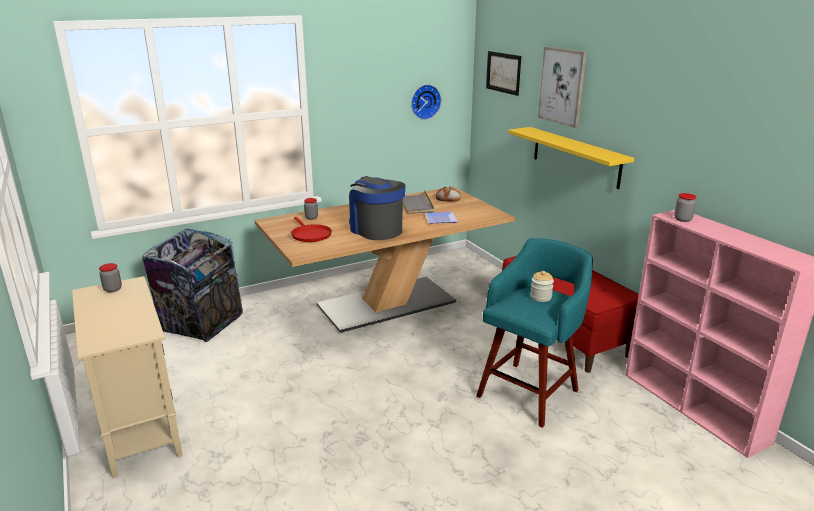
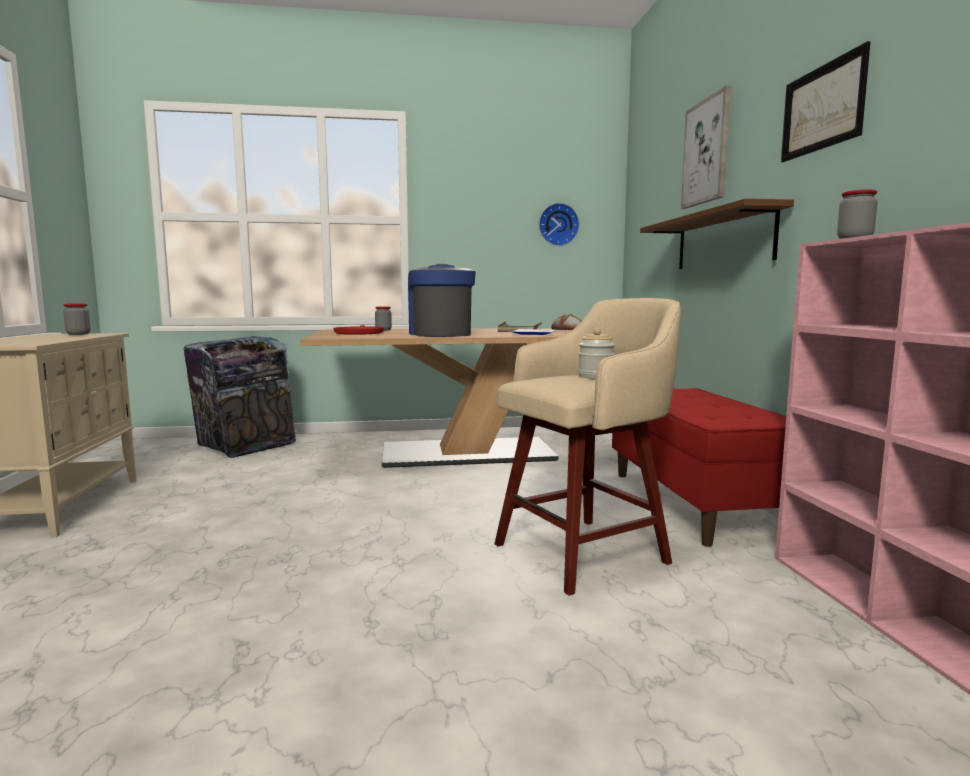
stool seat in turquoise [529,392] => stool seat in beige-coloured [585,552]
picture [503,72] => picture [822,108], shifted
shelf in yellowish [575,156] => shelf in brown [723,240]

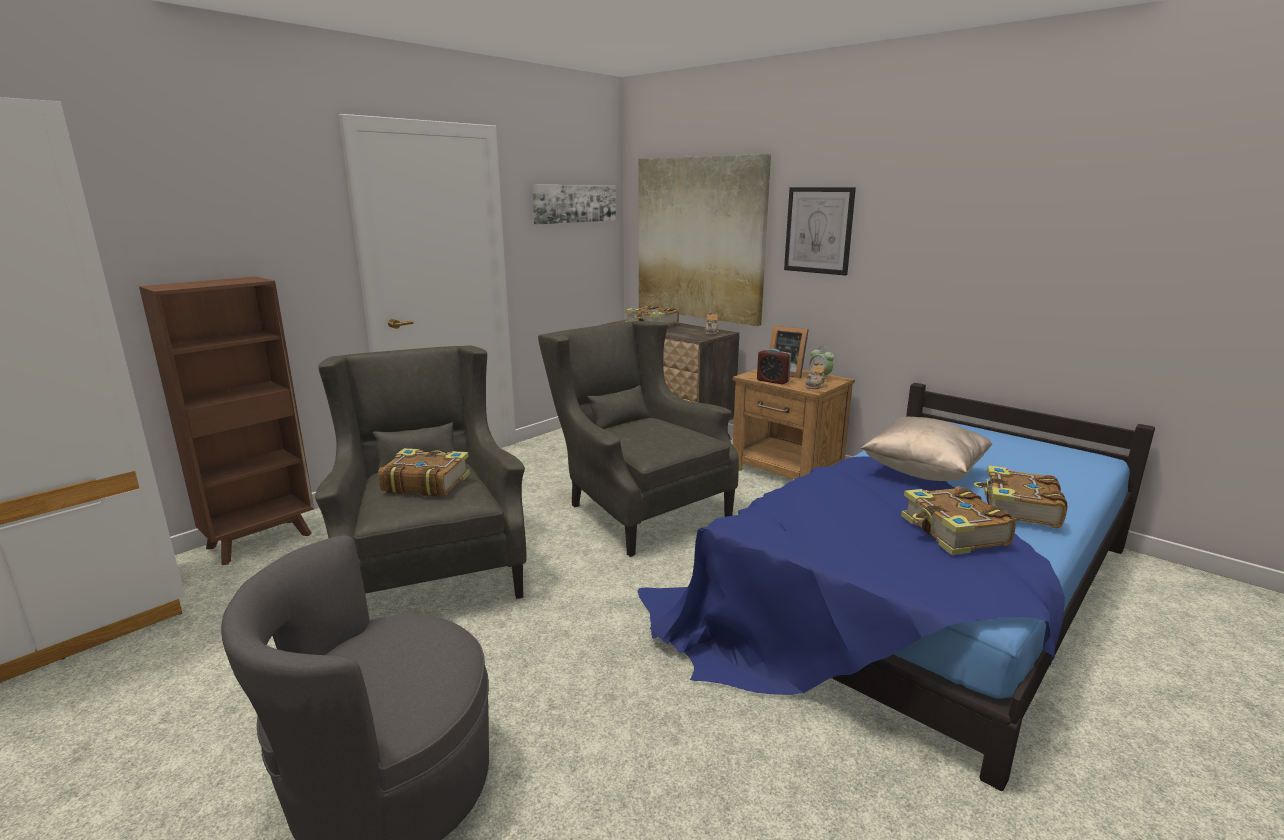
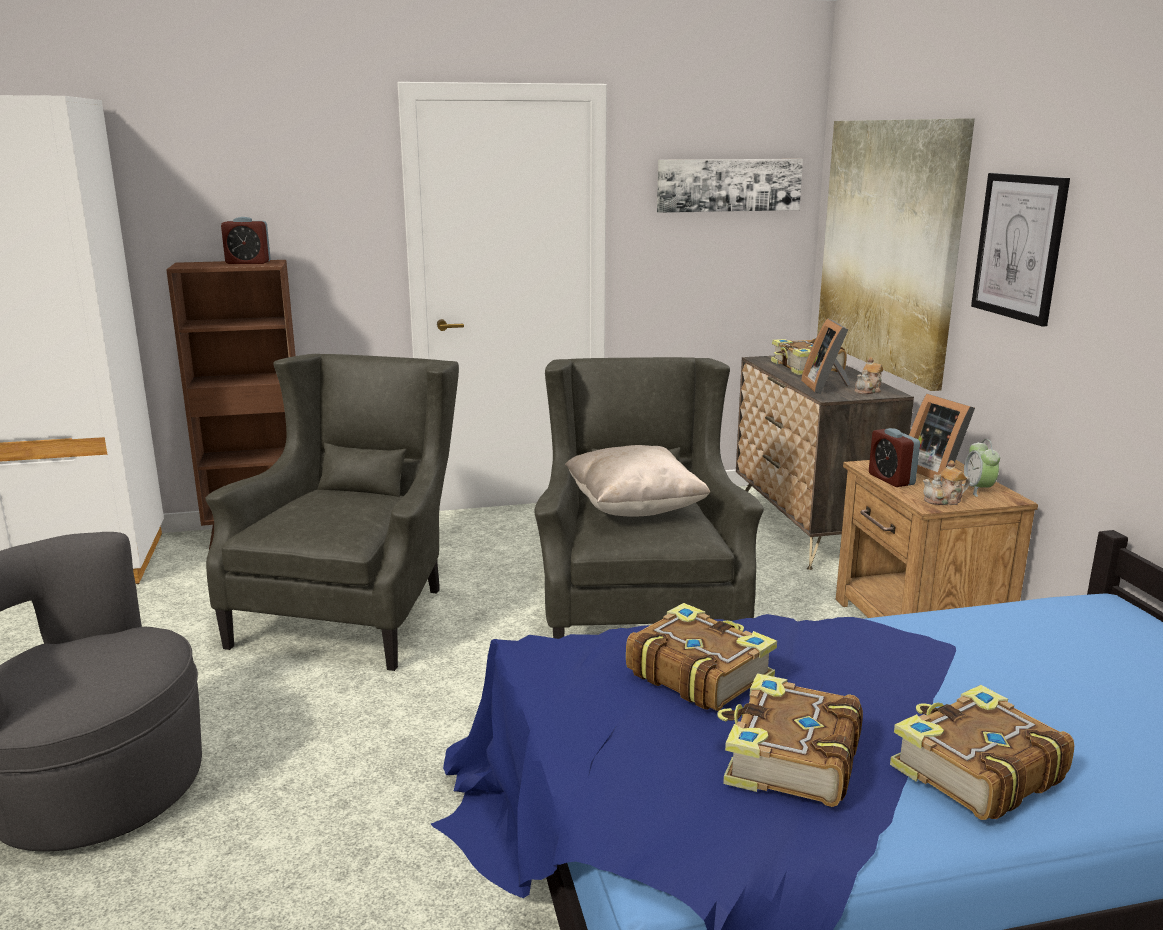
book [425,483] => book [698,674], shifted
pillow in beige-coloured [923,472] => pillow in beige-coloured [634,509], shifted
nothing => table clock [248,263]
nothing => photo frame [826,387]

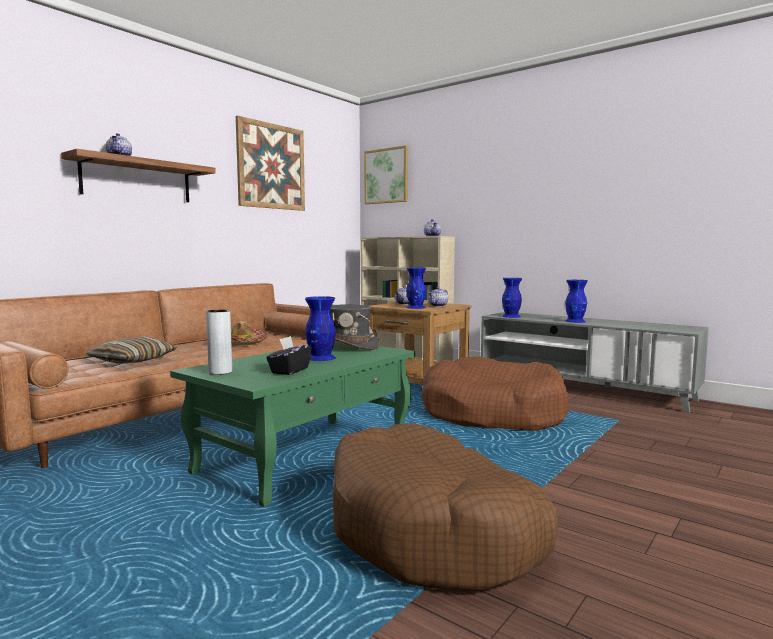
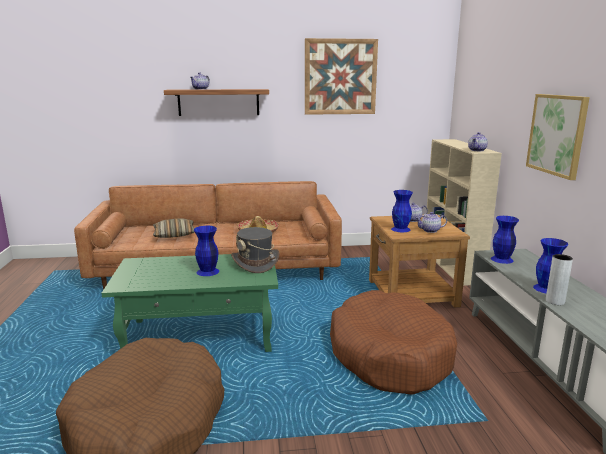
decorative vase in greyish [220,372] => decorative vase in greyish [555,301], shifted
tissue holder in black-coloured [289,371] => nothing
picture [386,176] => picture [557,134], shifted

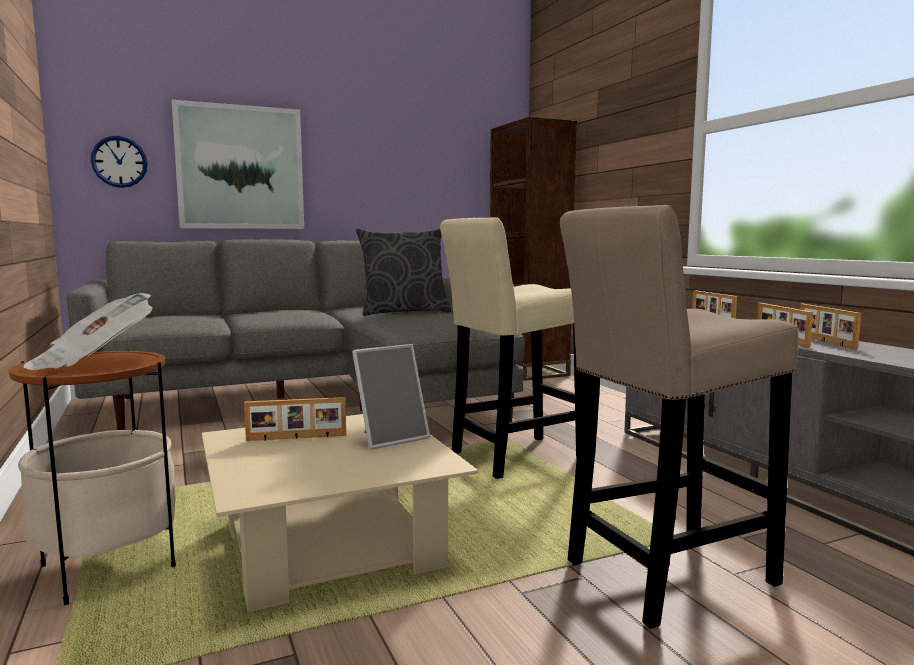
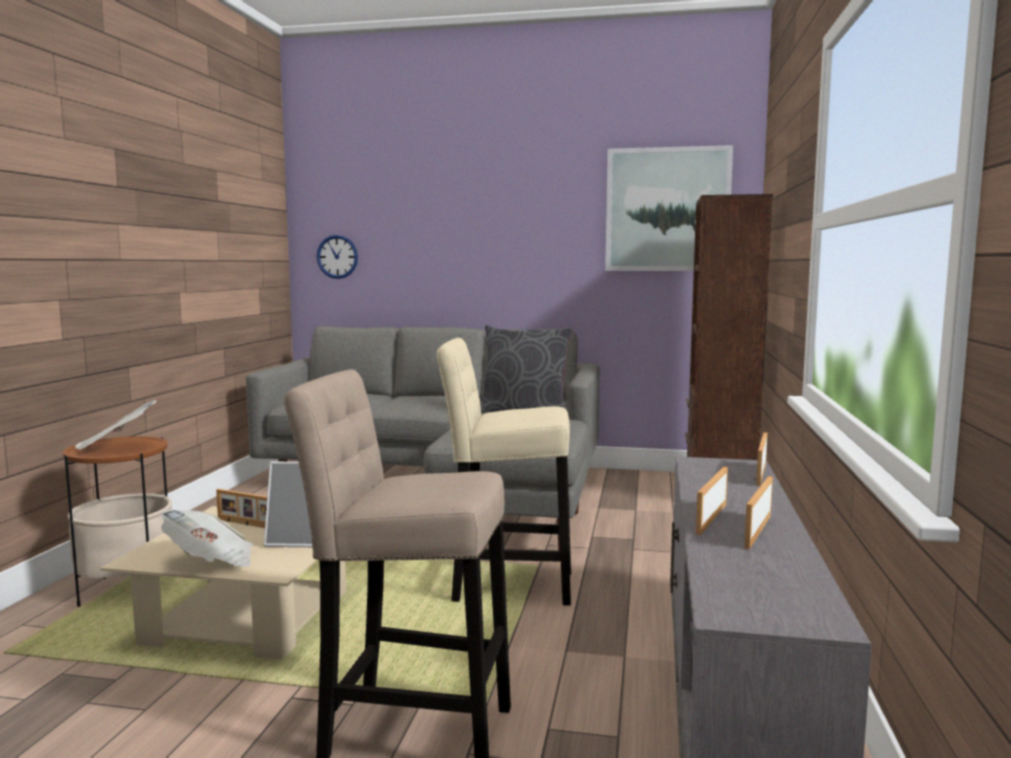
picture [240,168] => picture [667,210], shifted
nothing => newspaper [211,561]

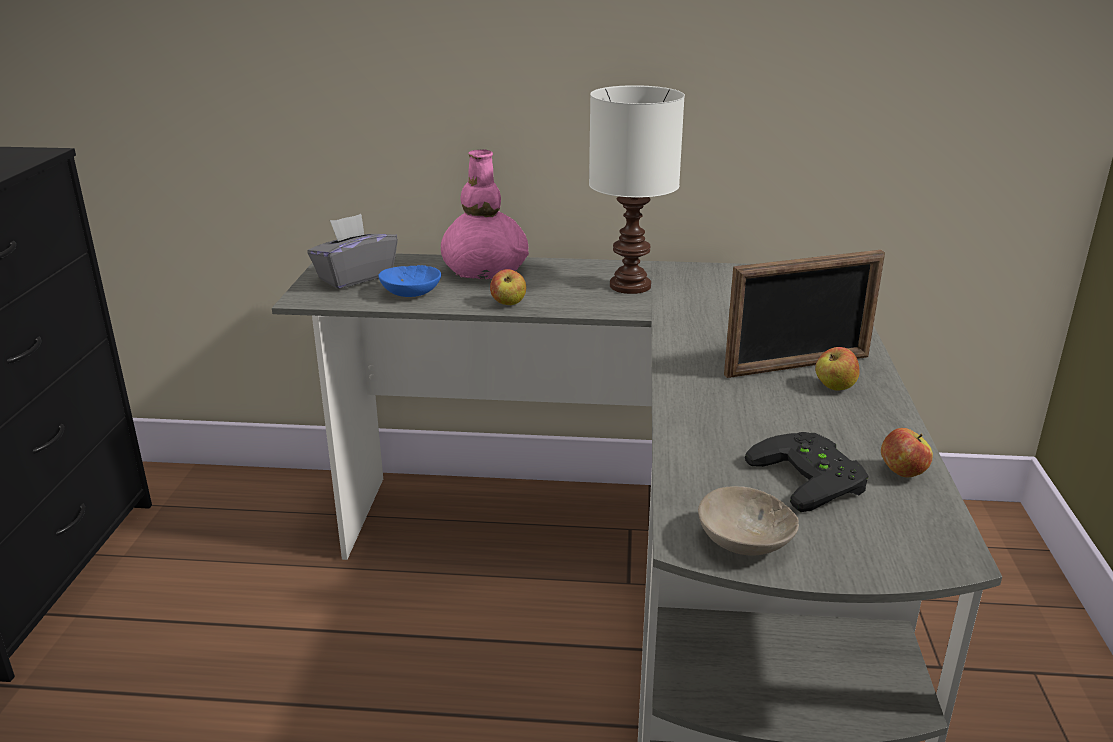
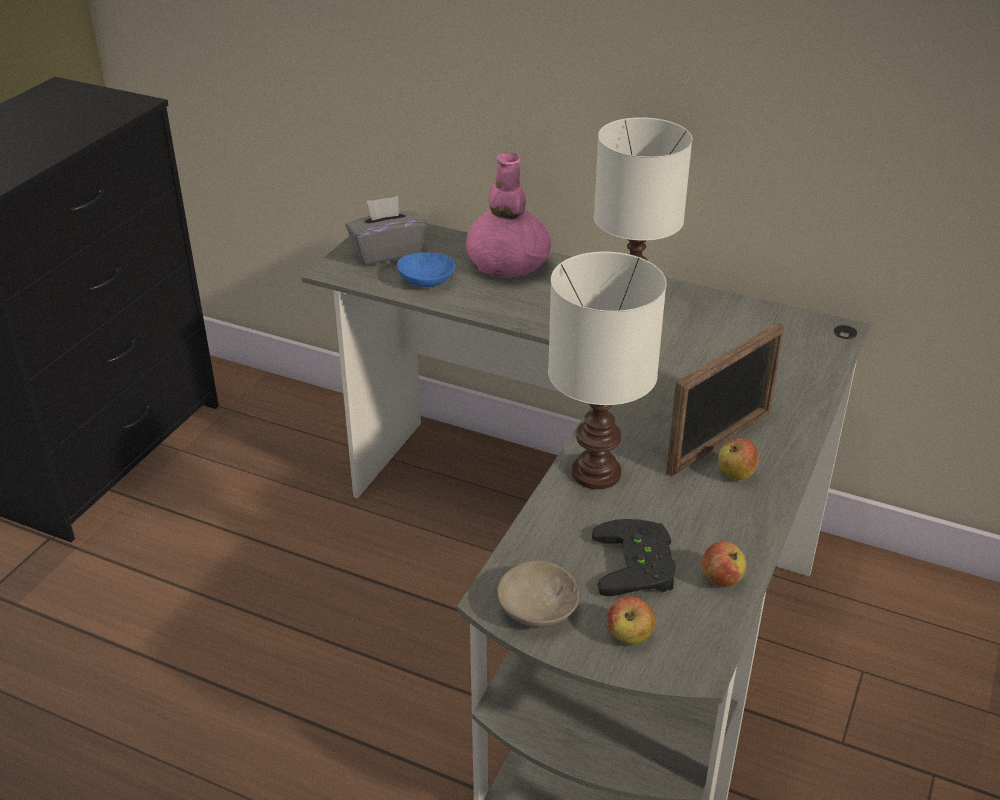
apple fruit [508,303] => apple fruit [629,636], shifted
photo frame [798,366] => photo frame [720,442], 45 degrees counterclockwise
nothing => tabletop lamp in whitish [595,472]

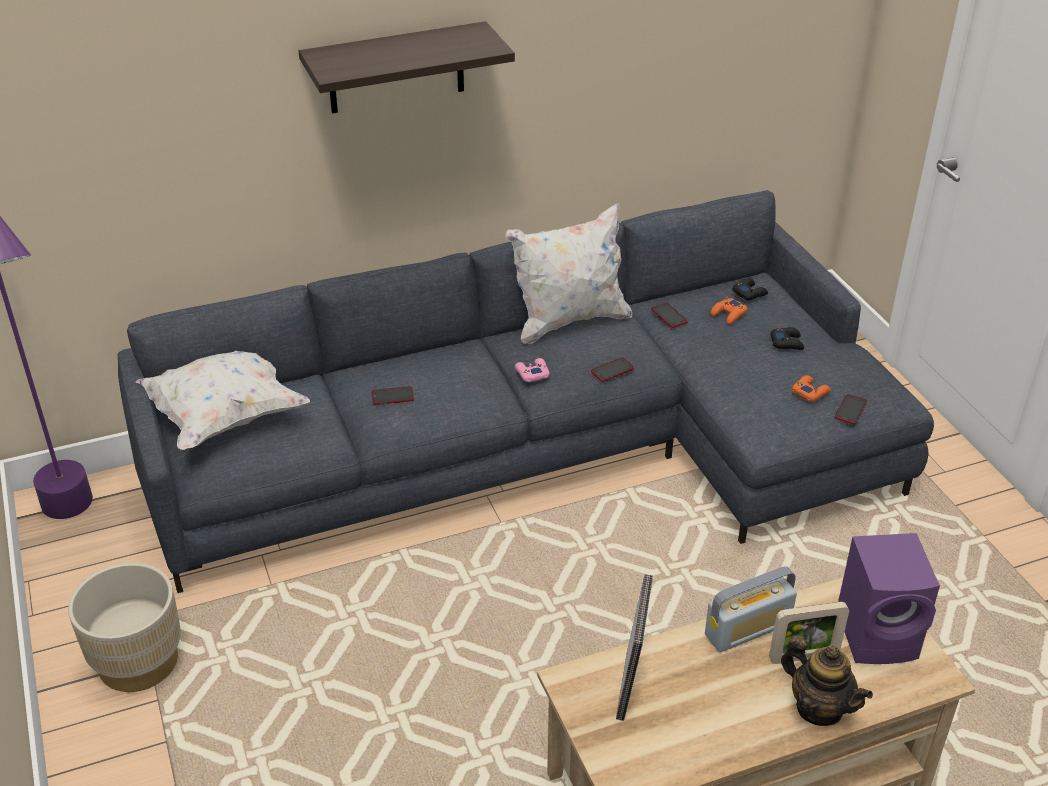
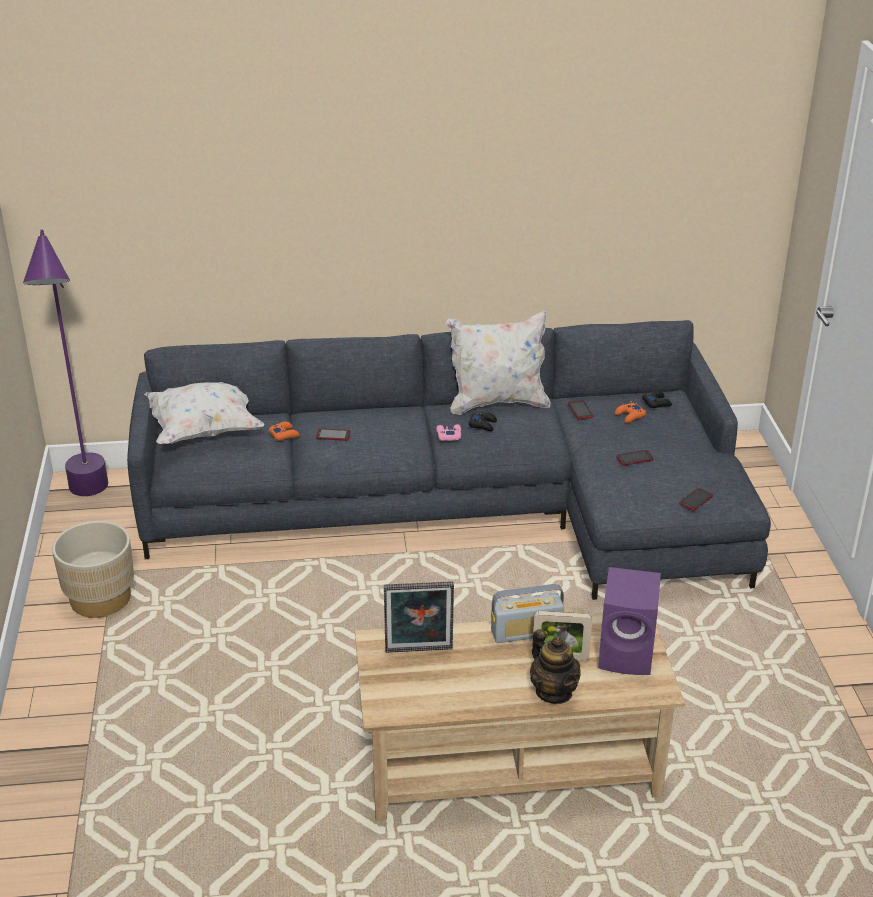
shelf [396,68] => nothing
handset [612,370] => handset [634,458], shifted
photo frame [631,686] => photo frame [419,652], 60 degrees clockwise
joypad in black-coloured [787,342] => joypad in black-coloured [483,424], shifted
joypad in orange [810,392] => joypad in orange [284,434], shifted

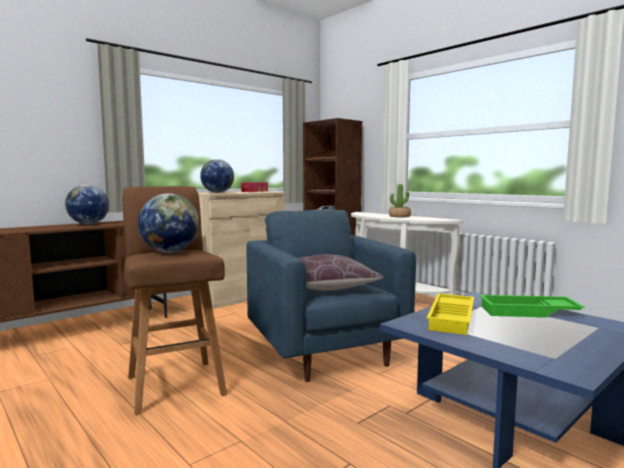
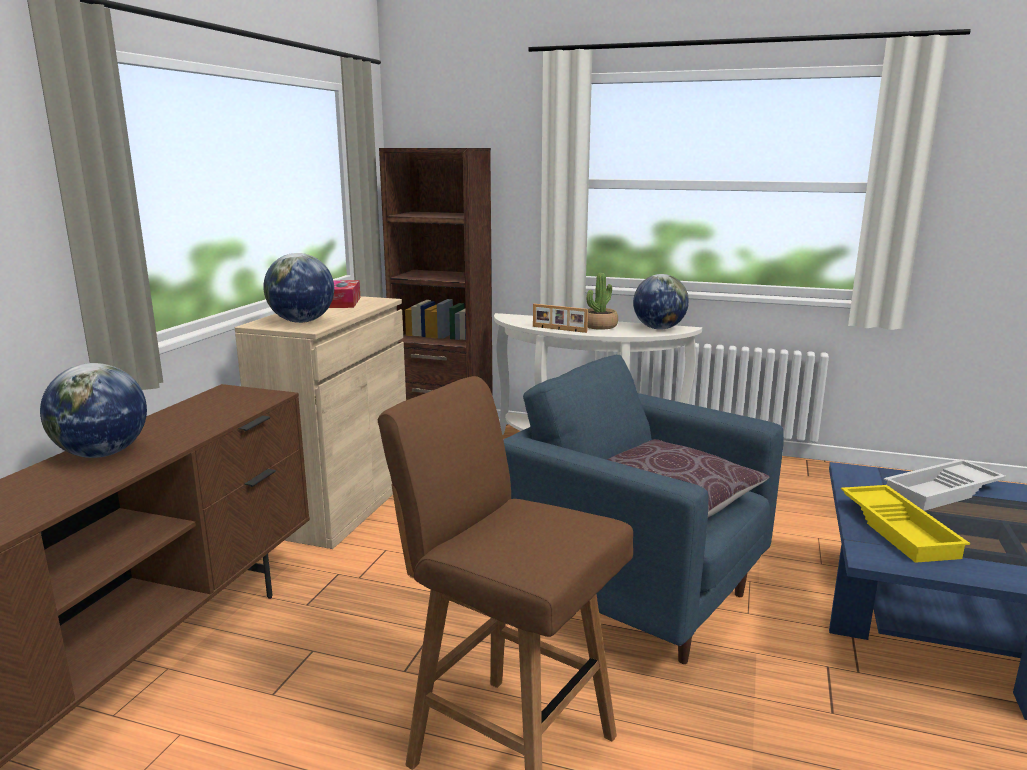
desk globe [170,252] => desk globe [659,328], shifted
tray in greenish [528,312] => tray in whitish [943,492]
nothing => photo frame [559,329]

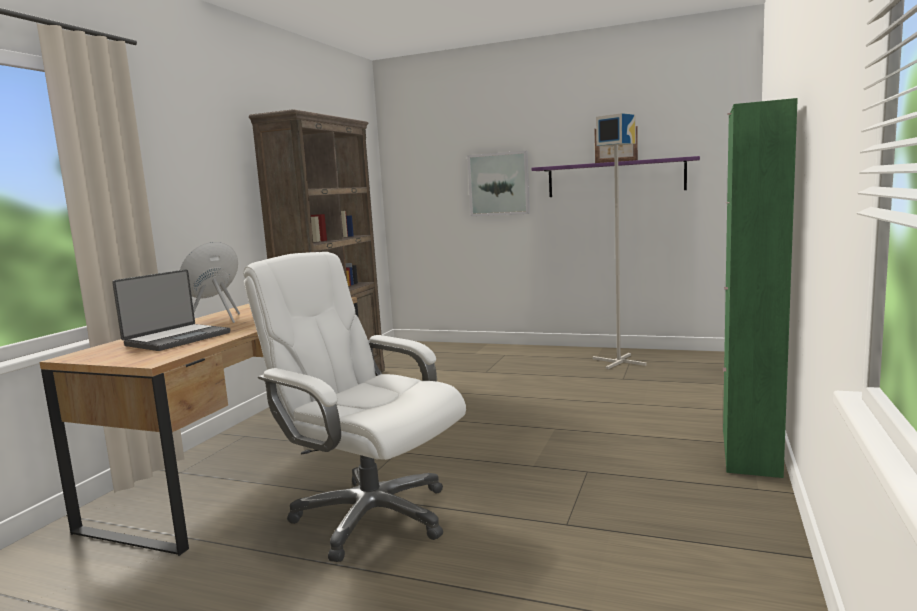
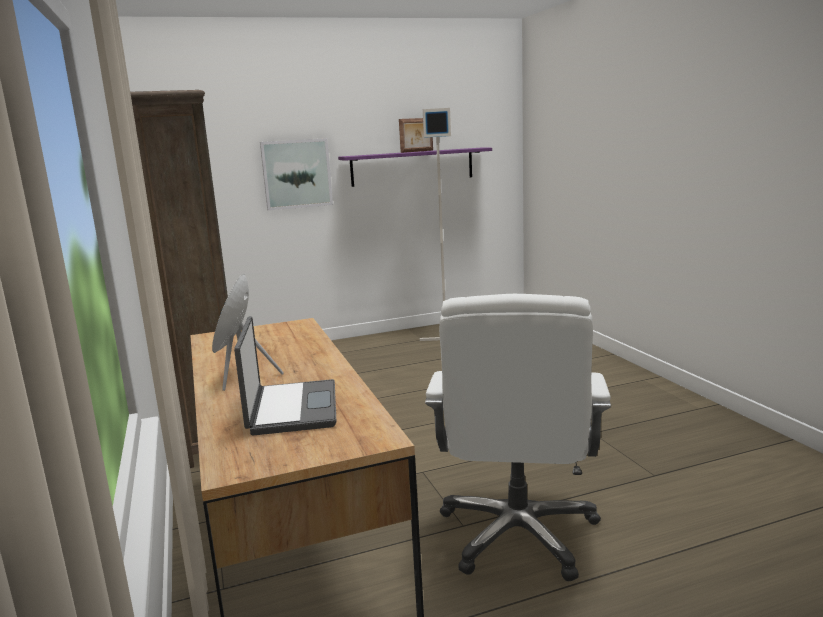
office chair in whitish [370,516] => office chair in whitish [518,533], 75 degrees counterclockwise
cabinet in greenish [750,452] => nothing

